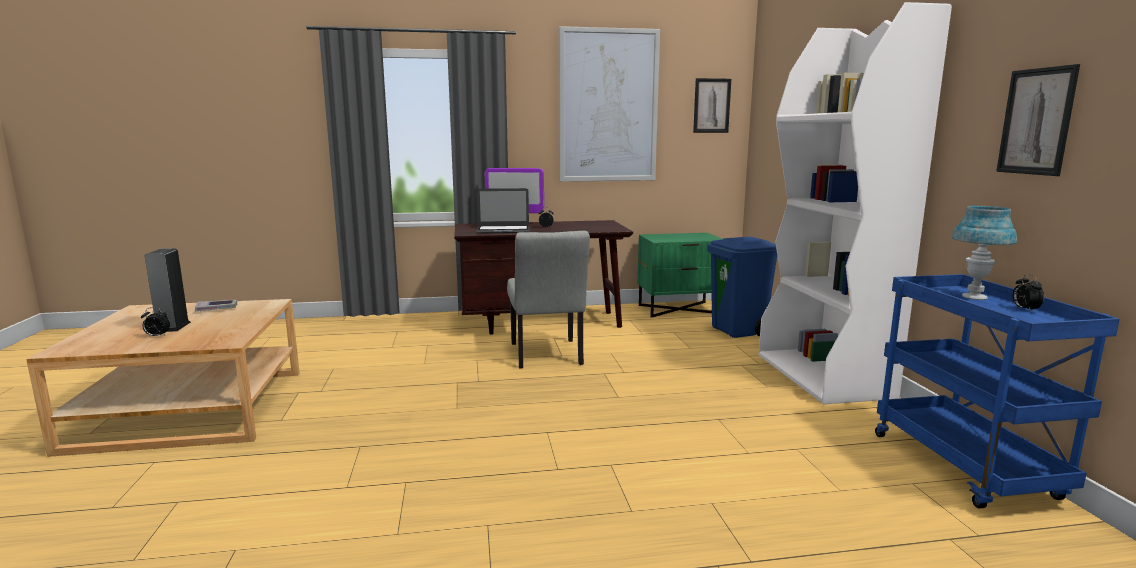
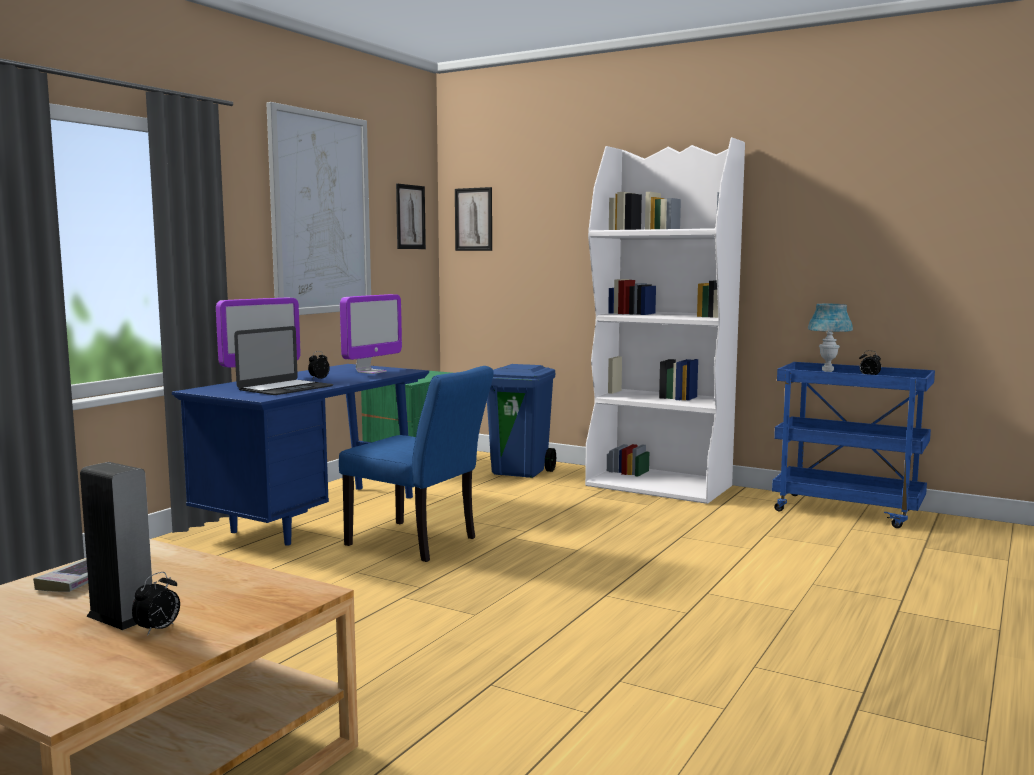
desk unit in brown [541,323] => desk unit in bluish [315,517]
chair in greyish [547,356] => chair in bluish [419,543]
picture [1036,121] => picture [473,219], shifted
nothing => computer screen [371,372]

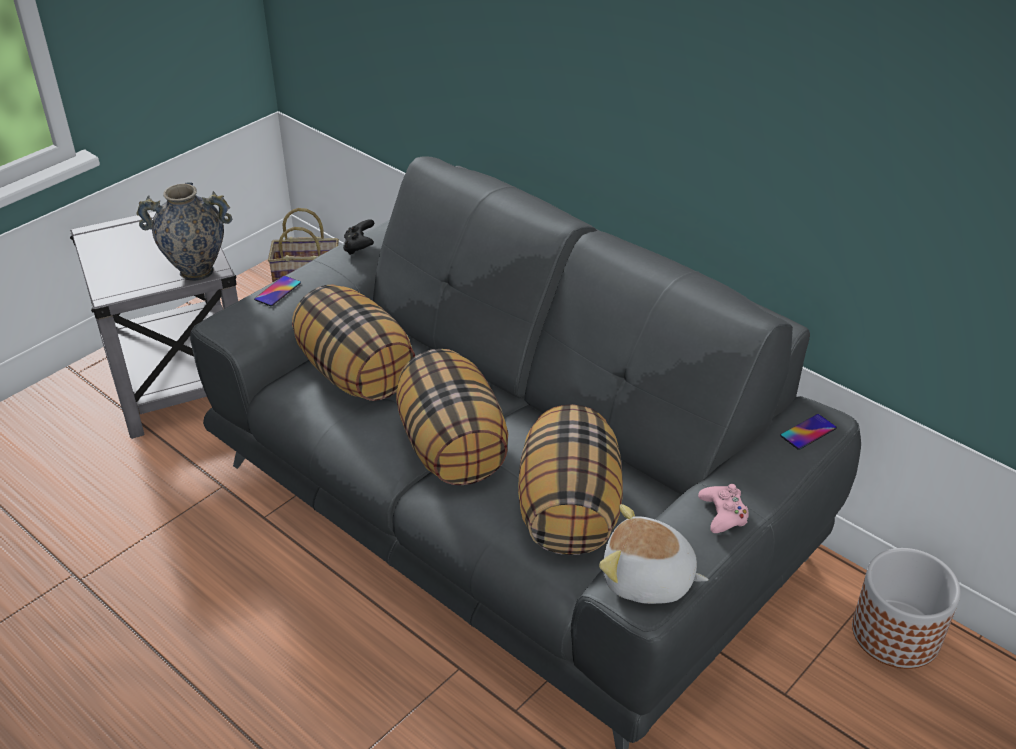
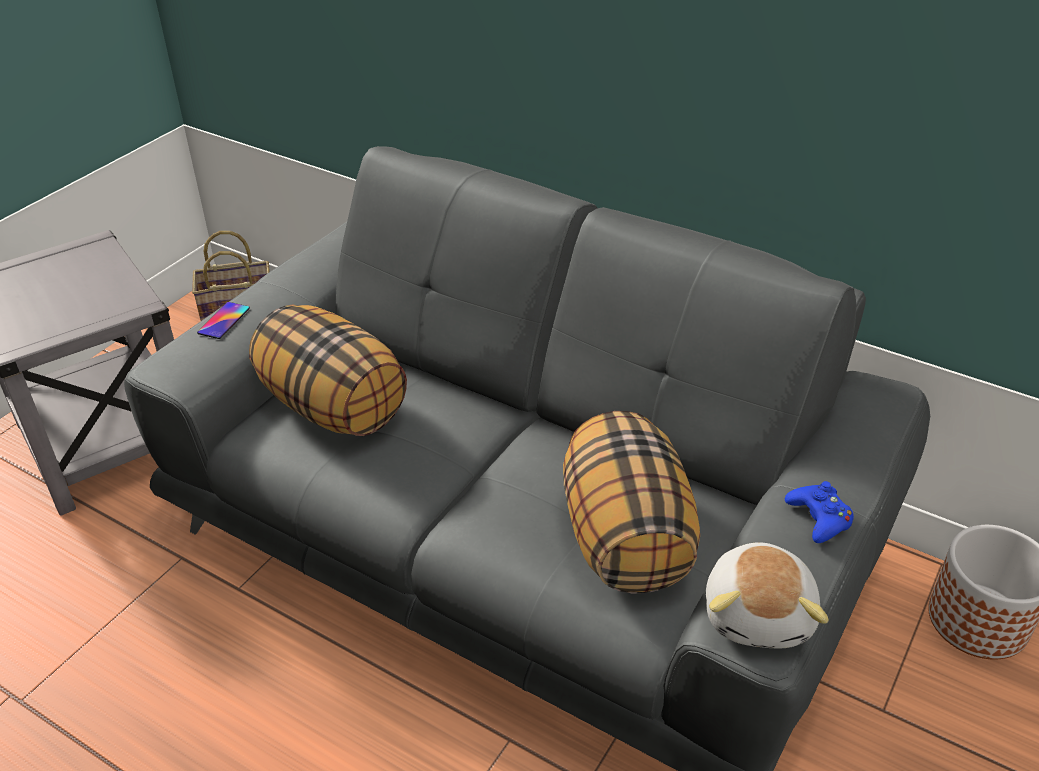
decorative vase [196,271] => nothing
joypad in black-coloured [359,247] => nothing
pillow [453,449] => nothing
plush toy [647,580] => plush toy [760,614], 90 degrees counterclockwise
joypad in pinkish [723,514] => joypad in bluish [819,518]
handset [808,432] => nothing

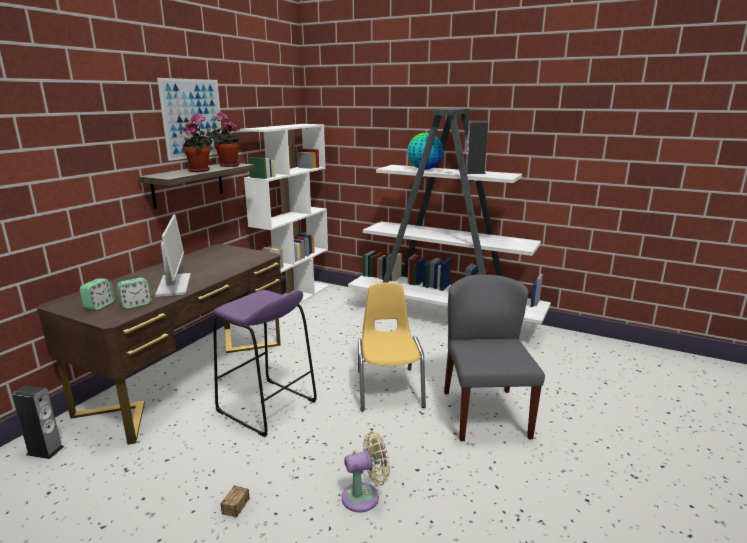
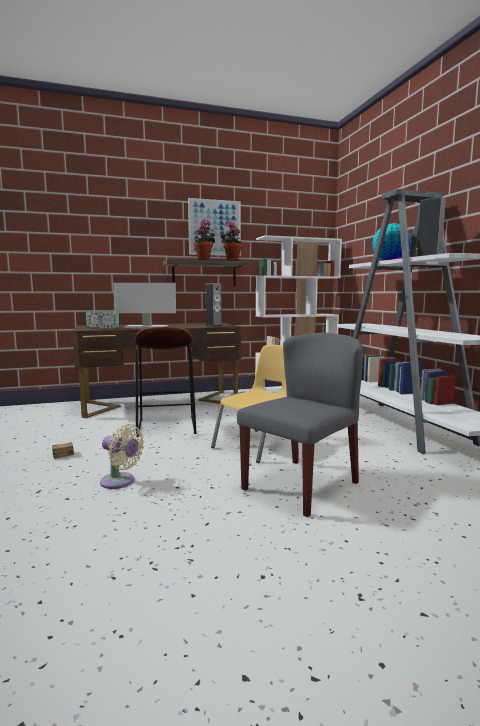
speaker [45,450] => speaker [213,326], shifted
computer screen [174,285] => computer screen [146,327], 60 degrees clockwise
stool seat in purplish [267,406] => stool seat in brown [166,426]

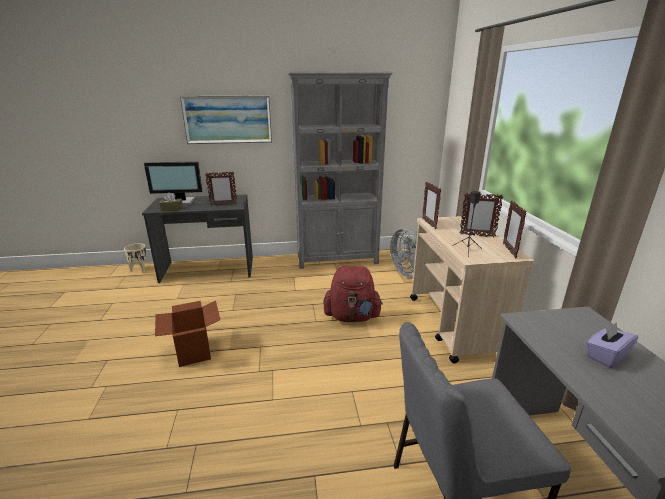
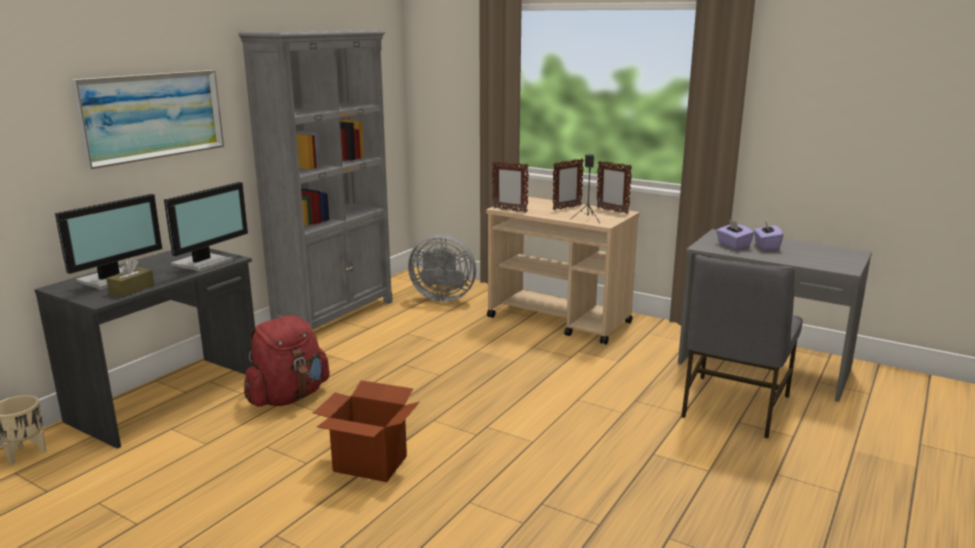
photo frame [223,205] => computer screen [204,263]
knapsack in reddish [352,317] => knapsack in reddish [288,397], shifted
nothing => tissue holder in purplish [733,245]

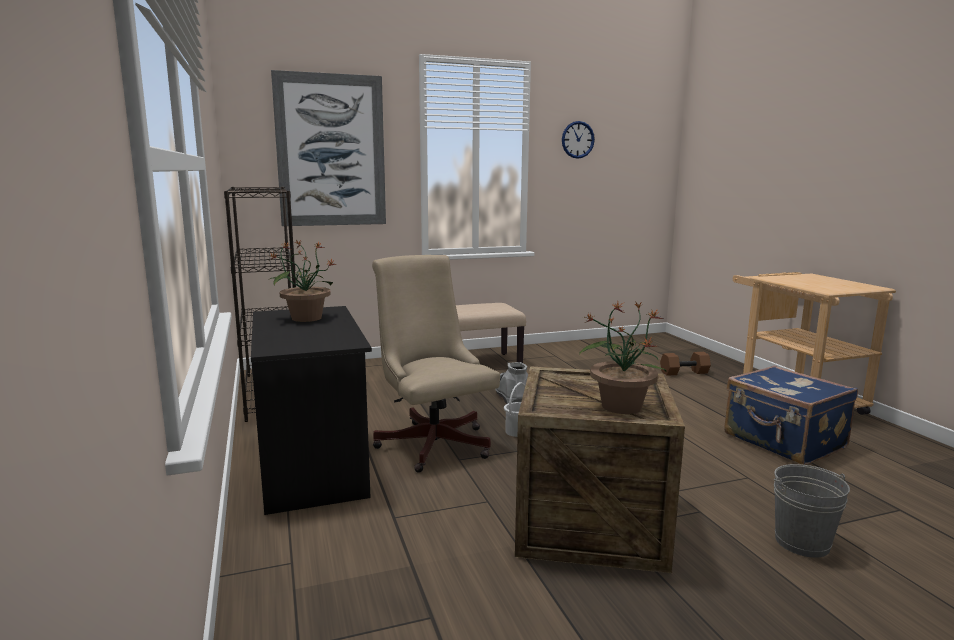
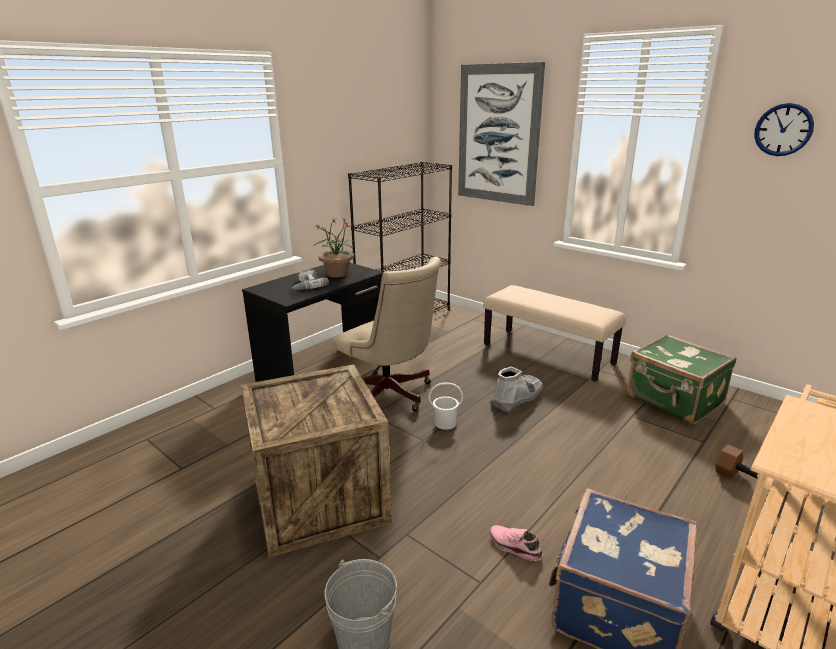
office chair in beige-coloured [432,441] => office chair in beige-coloured [390,395], 105 degrees clockwise
houseplant [620,406] => nothing
nothing => drill [305,285]
nothing => shoe in pinkish [514,547]
nothing => suitcase in greenish [674,400]

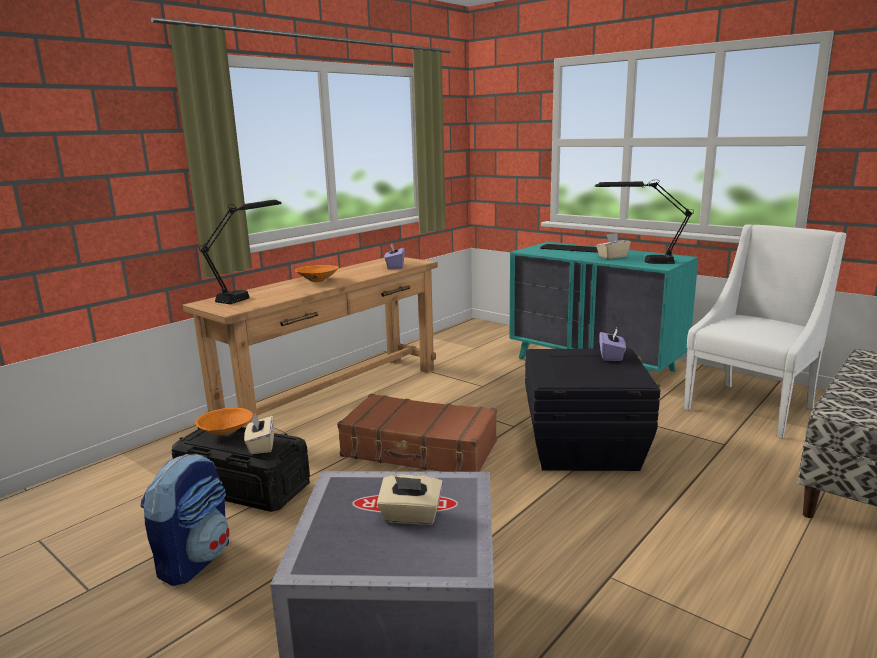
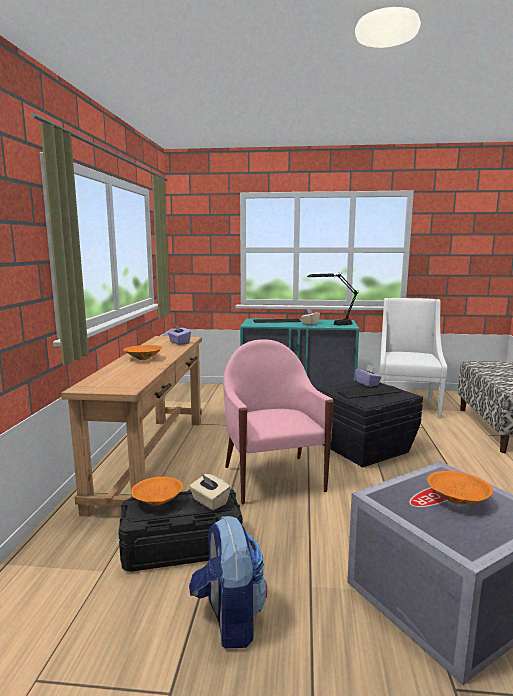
tabletop lamp in black-coloured [250,294] => nothing
suitcase in brown [419,450] => armchair in pinkish [273,477]
tissue holder in beige-coloured [411,516] => bowl in orange [457,499]
nothing => PC keyboard [368,392]

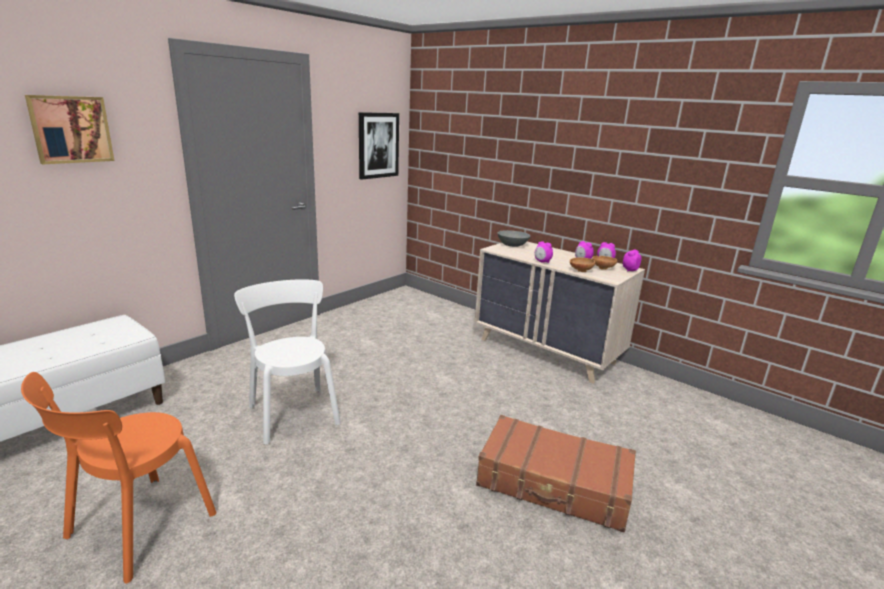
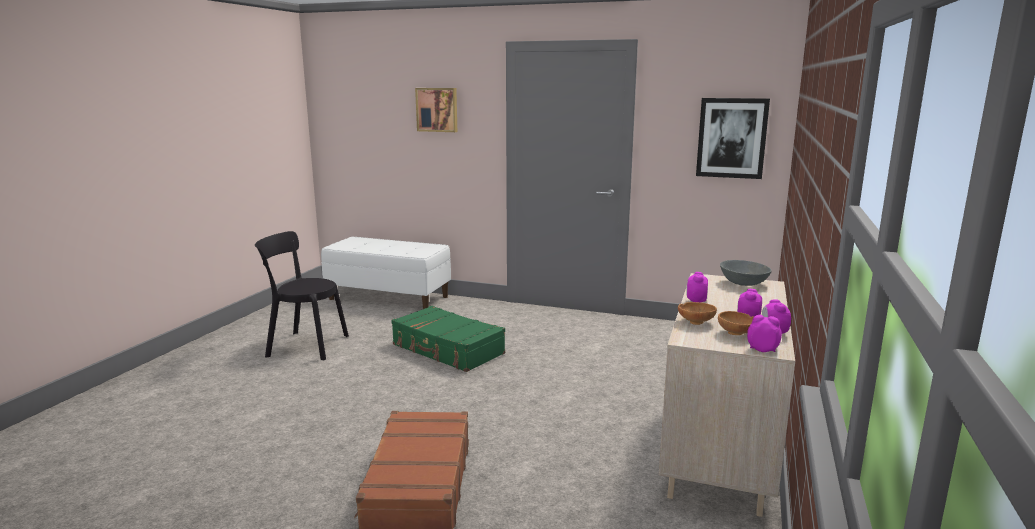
chair in orange [136,529] => chair in black-coloured [304,345]
chair in whitish [293,412] => suitcase in greenish [447,350]

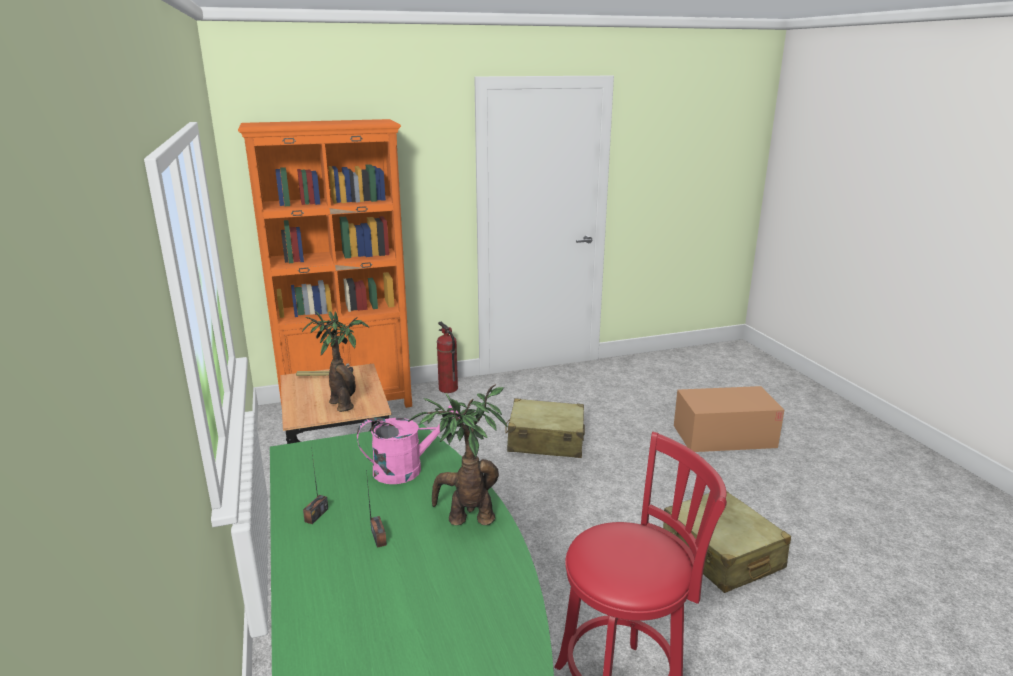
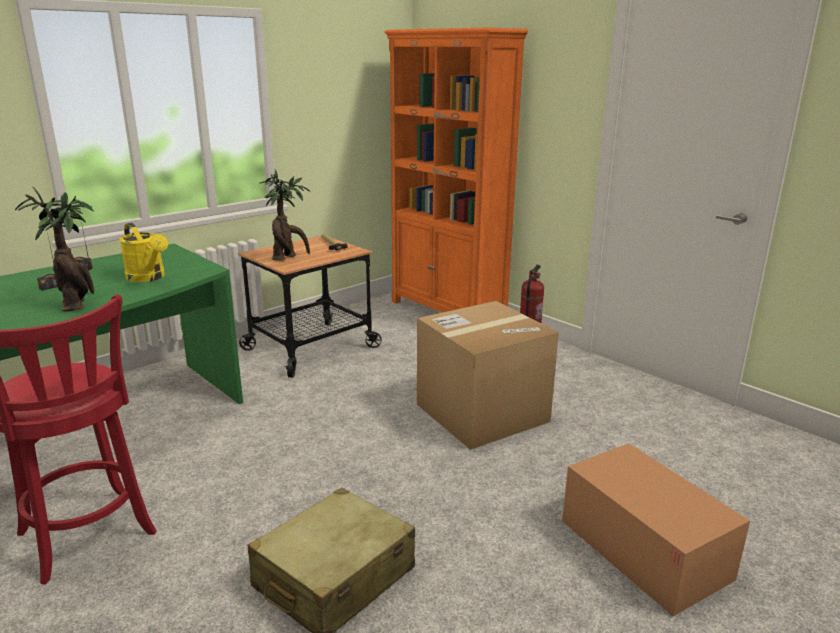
sprinkling can in pinkish [407,469] => sprinkling can in yellowish [149,278]
suitcase in beige-coloured [545,441] => packing box [482,413]

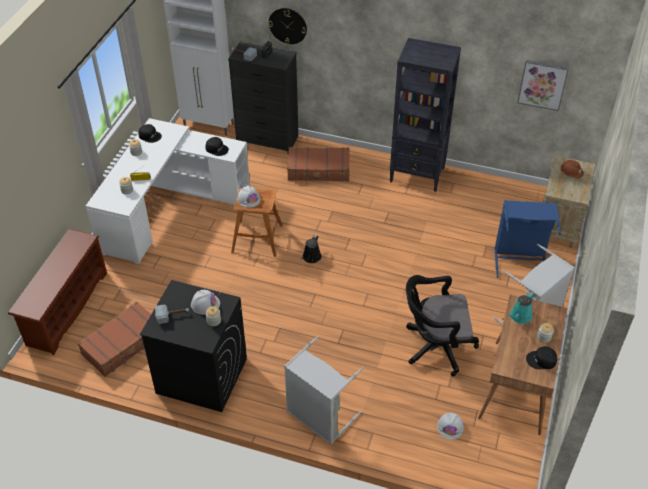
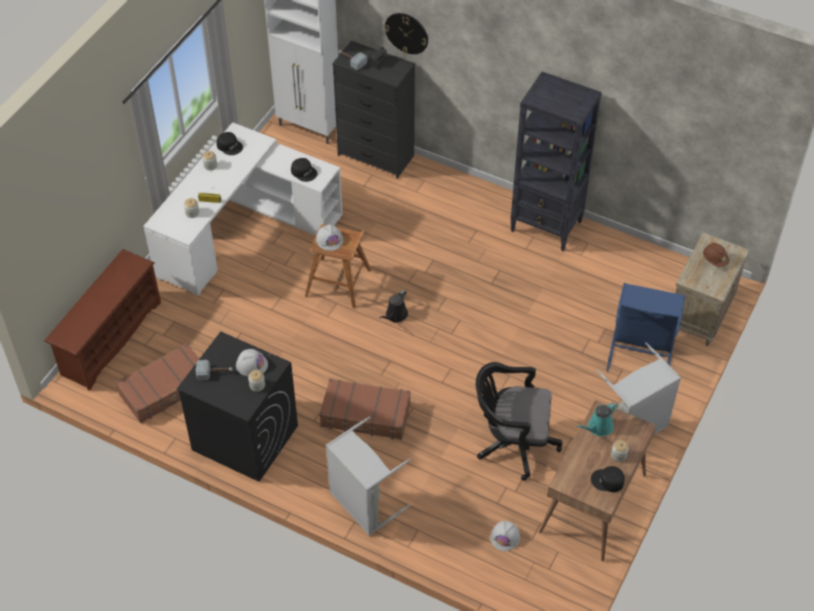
suitcase in brown [319,170] => suitcase in brown [365,415], shifted
picture [542,84] => nothing

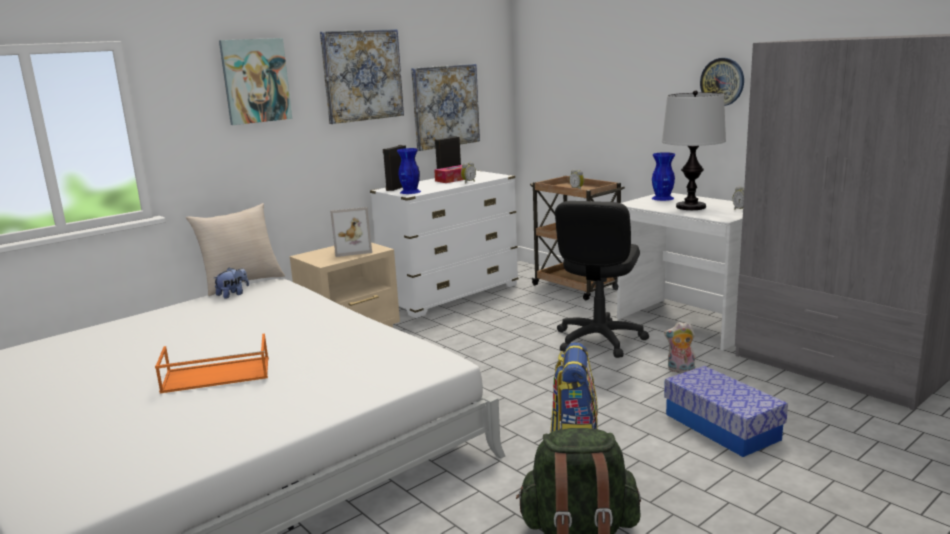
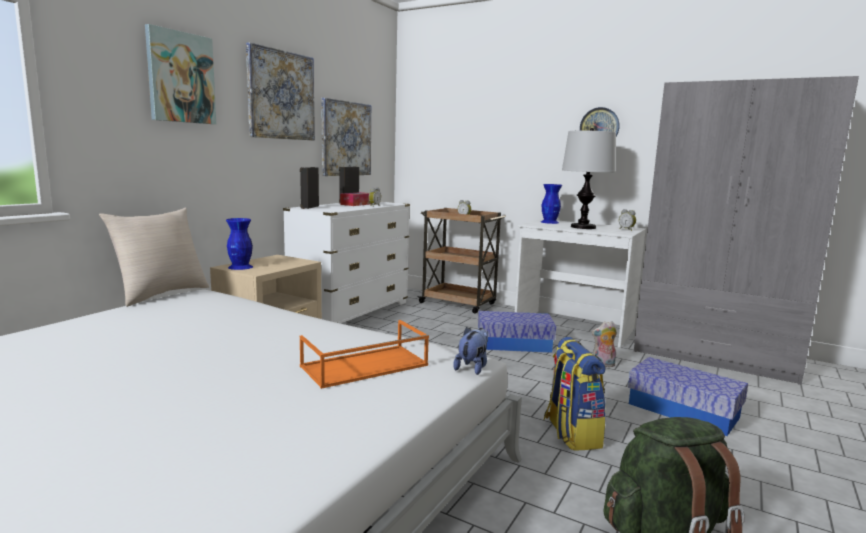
tray in orange [215,375] => tray in orange [364,366], shifted
plush toy [233,294] => plush toy [472,367], shifted
photo frame [352,250] => nothing
decorative vase in bluish [410,192] => decorative vase in bluish [240,267], shifted
office chair in black-coloured [598,340] => storage bin [514,344]

